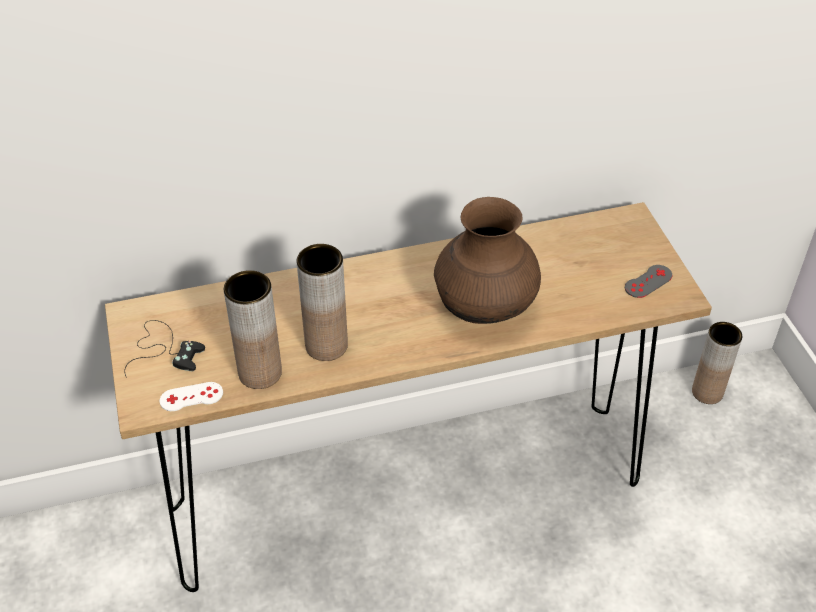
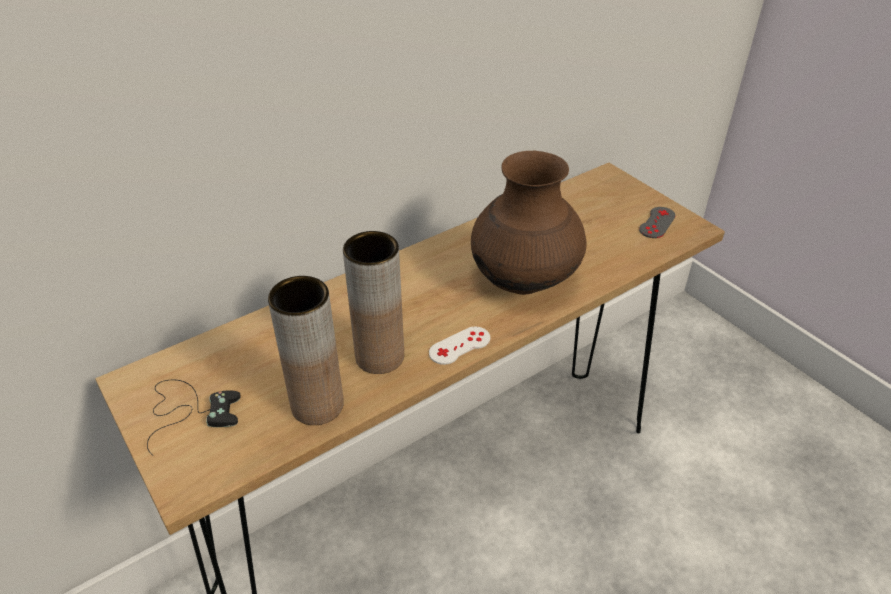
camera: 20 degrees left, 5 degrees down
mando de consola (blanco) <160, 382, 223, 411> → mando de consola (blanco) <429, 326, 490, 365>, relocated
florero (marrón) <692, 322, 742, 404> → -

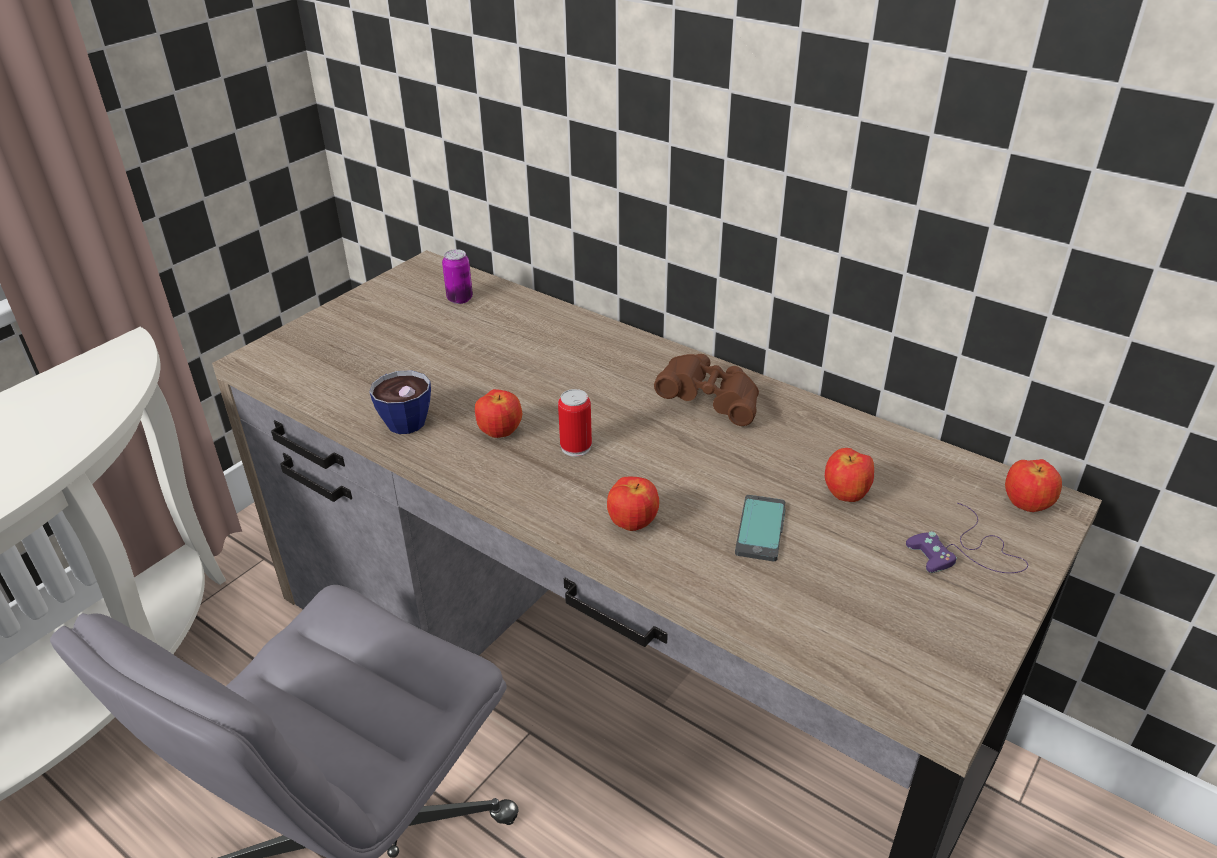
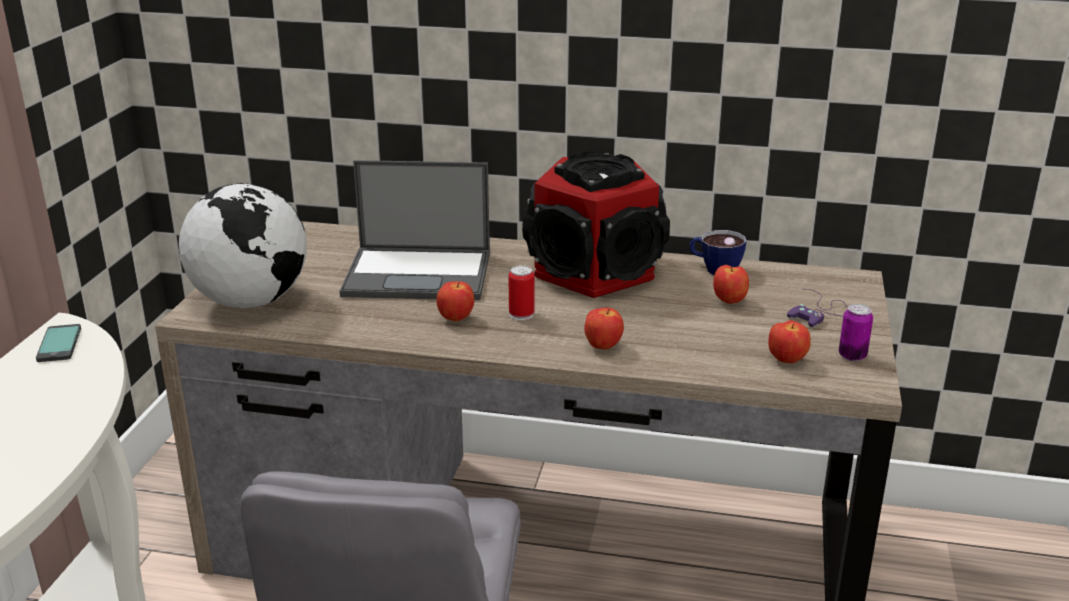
camera: 25 degrees left, 10 degrees down
móvil <735, 495, 786, 562> → móvil <36, 324, 81, 362>, relocated
- → globo terráqueo <179, 183, 307, 308>
- → portátil <340, 160, 490, 300>
prismáticos (marrón) <654, 354, 759, 426> → altavoz <522, 152, 670, 298>
taza <369, 370, 431, 434> → taza <689, 230, 747, 275>, relocated
manzana <1005, 459, 1062, 512> → manzana <768, 320, 811, 363>, relocated
lata <442, 249, 473, 304> → lata <839, 304, 873, 361>, relocated

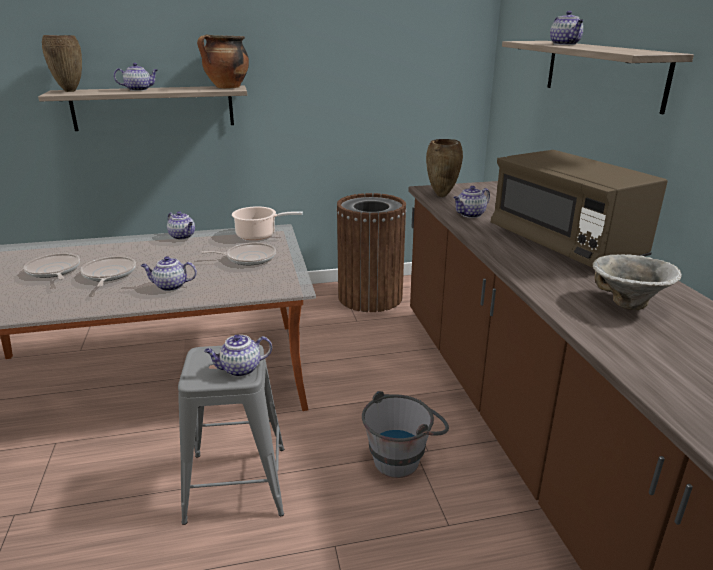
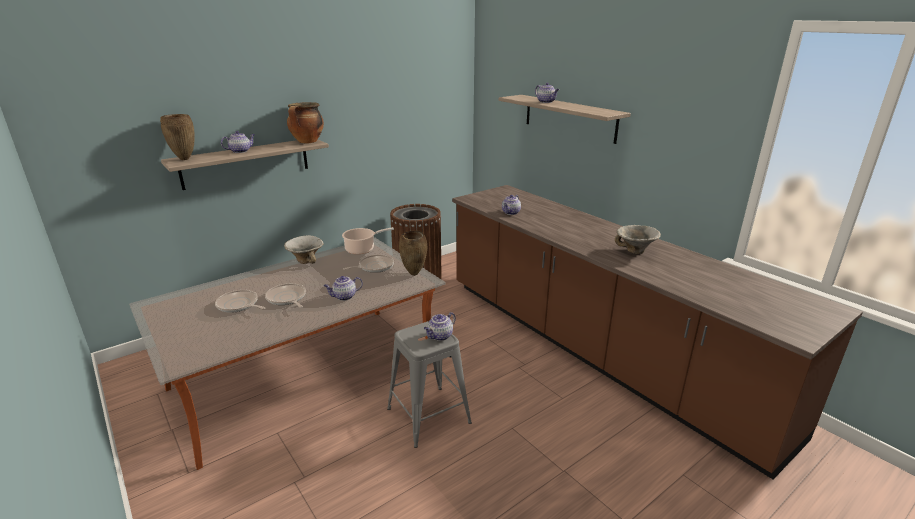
camera: 25 degrees left, 0 degrees up
tetera <167, 211, 195, 240> → cuenco <284, 235, 323, 264>
florero (marrón) <426, 139, 463, 197> → florero (marrón) <399, 231, 428, 276>, relocated
cubo (gris) <362, 391, 449, 478> → -
microondas (marrón) <491, 150, 668, 268> → -

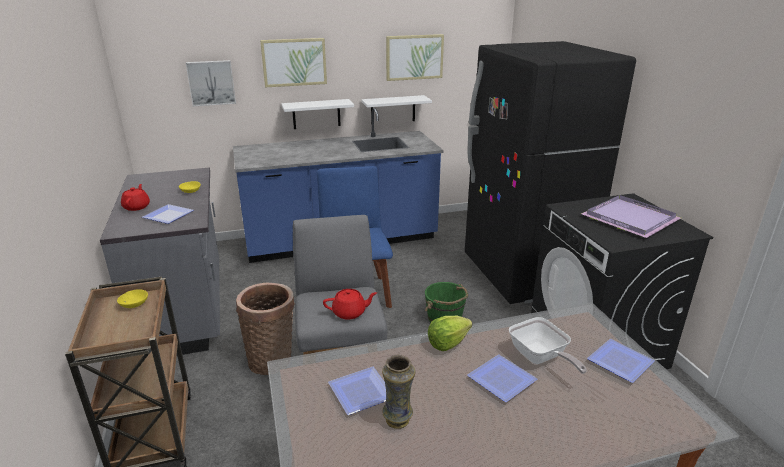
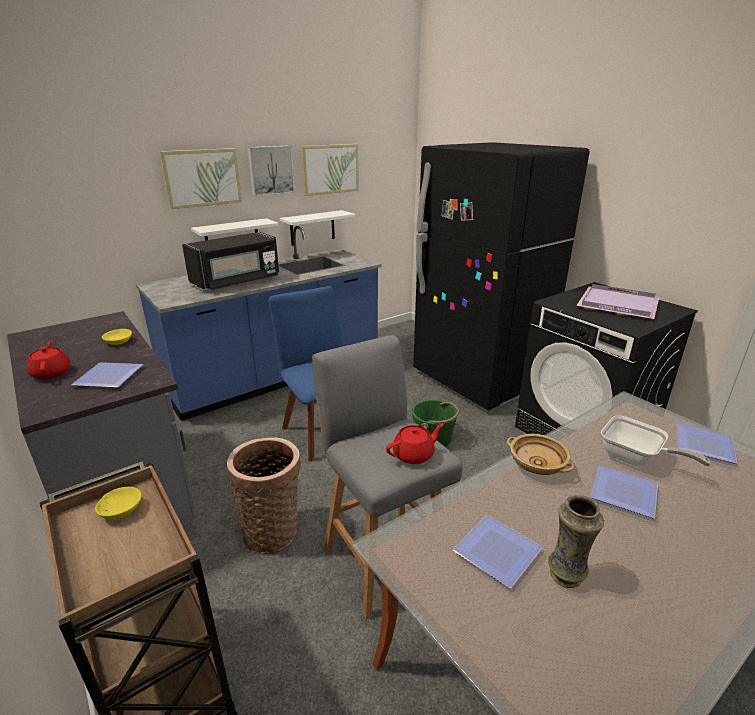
camera: 20 degrees left, 0 degrees up
- → microondas (negro) <182, 232, 279, 291>
cuadro <186, 60, 236, 106> → cuadro <247, 146, 295, 196>, relocated
lechuga <428, 316, 472, 351> → cuenco (beis) <507, 434, 574, 475>

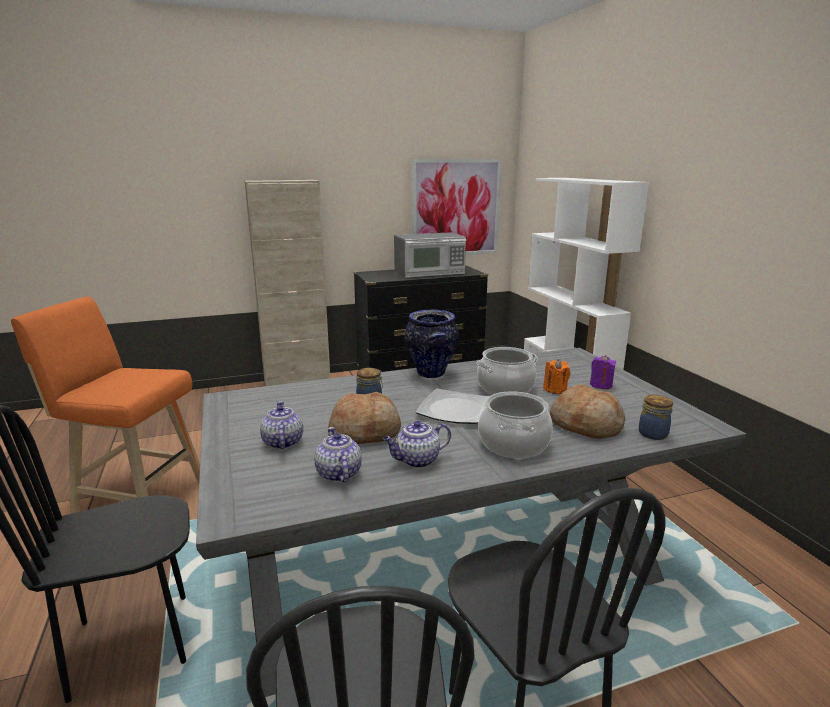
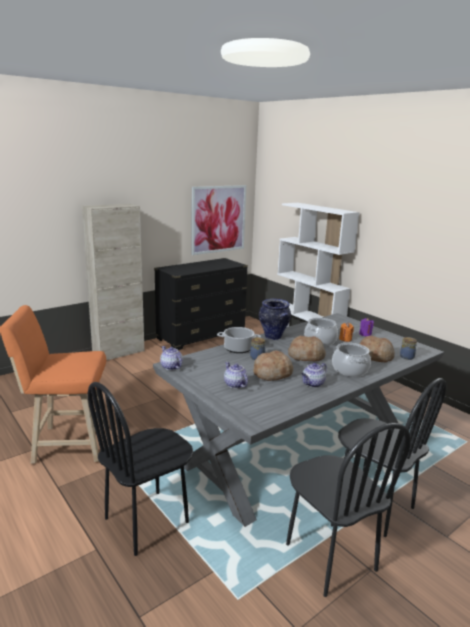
camera: 20 degrees left, 0 degrees up
tetera <315, 427, 362, 482> → tetera <160, 346, 183, 370>, relocated
- → olla <217, 327, 261, 353>
plato <416, 389, 489, 424> → pan <288, 336, 326, 361>
microondas <394, 232, 467, 278> → -

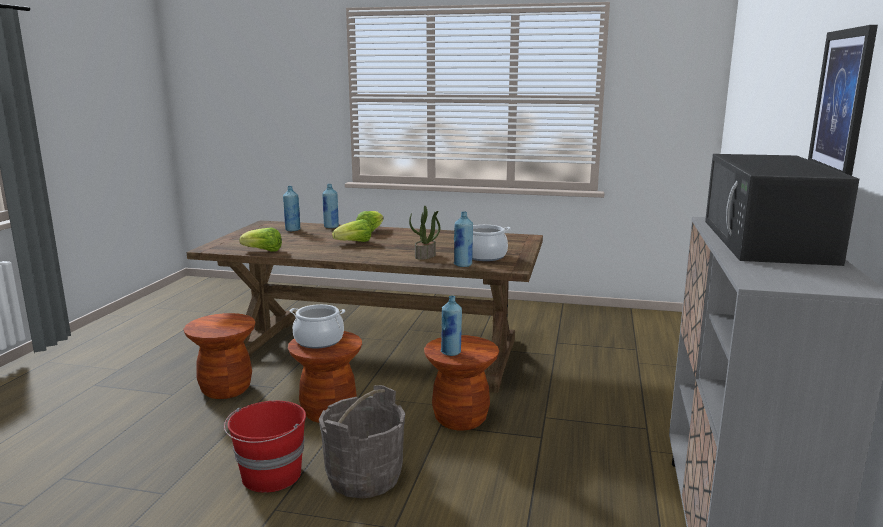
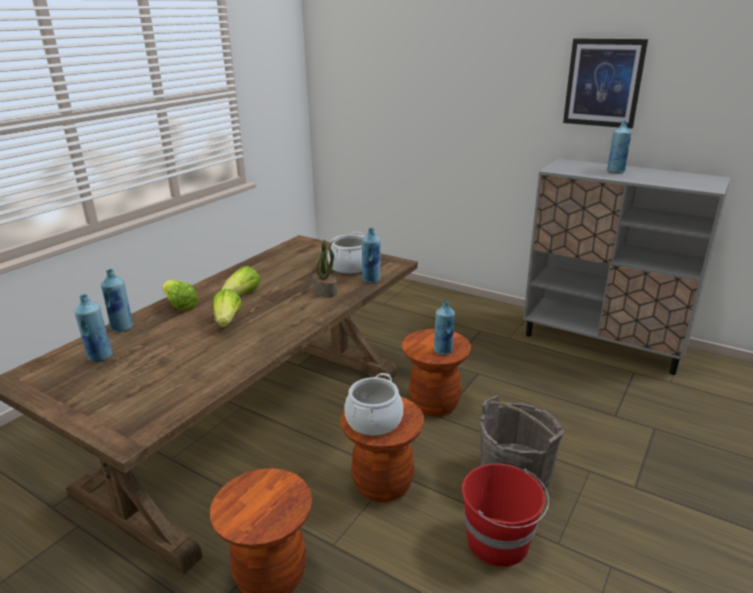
camera: 70 degrees left, 10 degrees up
lechuga <239, 228, 282, 252> → lechuga <222, 266, 260, 295>, relocated
microondas (negro) <705, 154, 859, 266> → botella (azul) <607, 121, 631, 173>

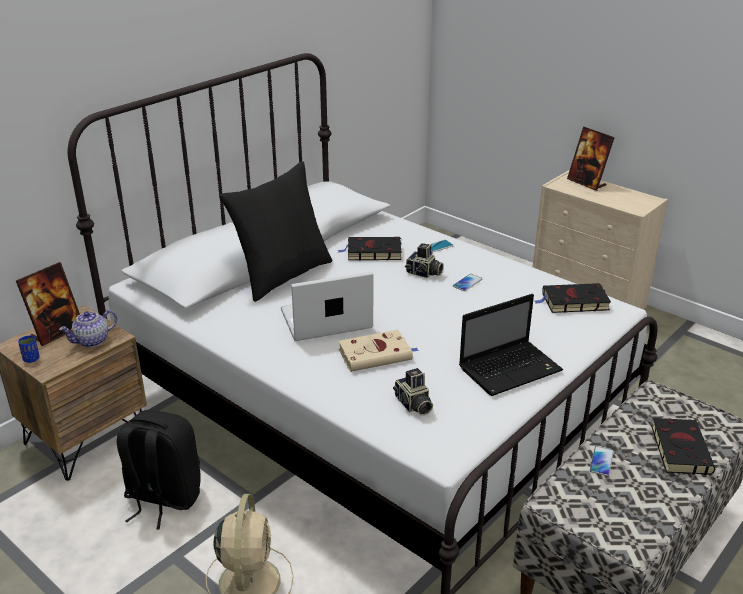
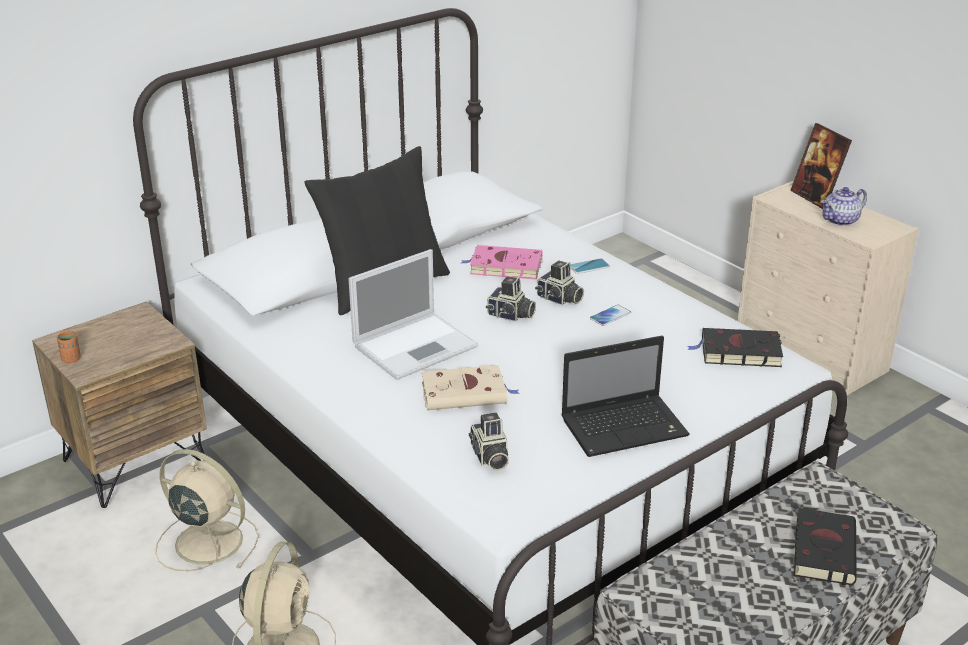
camera: 10 degrees right, 0 degrees up
taza (azul) <18, 335, 40, 363> → taza (naranja) <57, 331, 81, 363>
mochila (negro) <117, 410, 201, 529> → ventilador (beis) <155, 449, 259, 571>
portátil <281, 272, 373, 341> → portátil <348, 249, 478, 380>, 150 degrees clockwise
libro (negro) <338, 237, 402, 260> → libro (rosa) <461, 245, 543, 279>
- → cámara <486, 277, 536, 322>
tetera <59, 310, 117, 348> → tetera <821, 187, 867, 226>, relocated
portarretratos <16, 262, 80, 346> → -
móvil <590, 446, 614, 476> → -

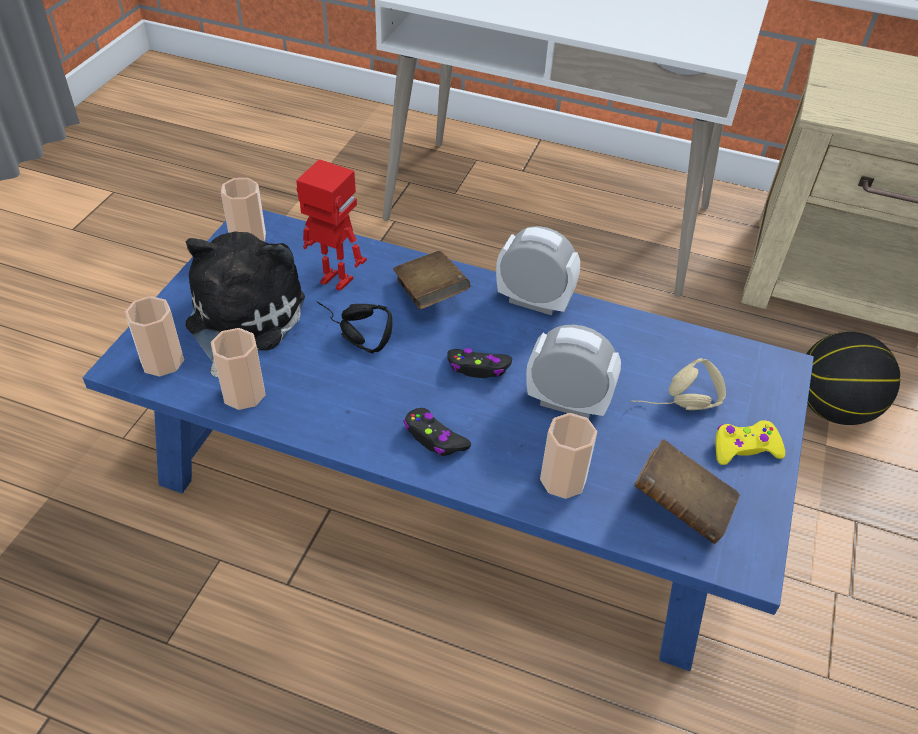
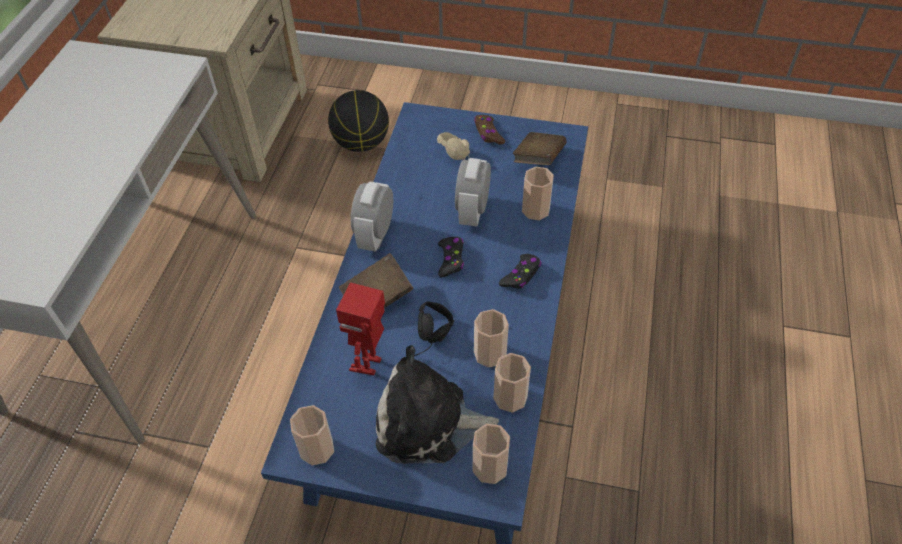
camera: 95 degrees left, 5 degrees up
mando de consola (amarillo) <715, 420, 785, 465> → mando de consola (marrón) <474, 115, 505, 145>
- → taza <474, 309, 509, 368>

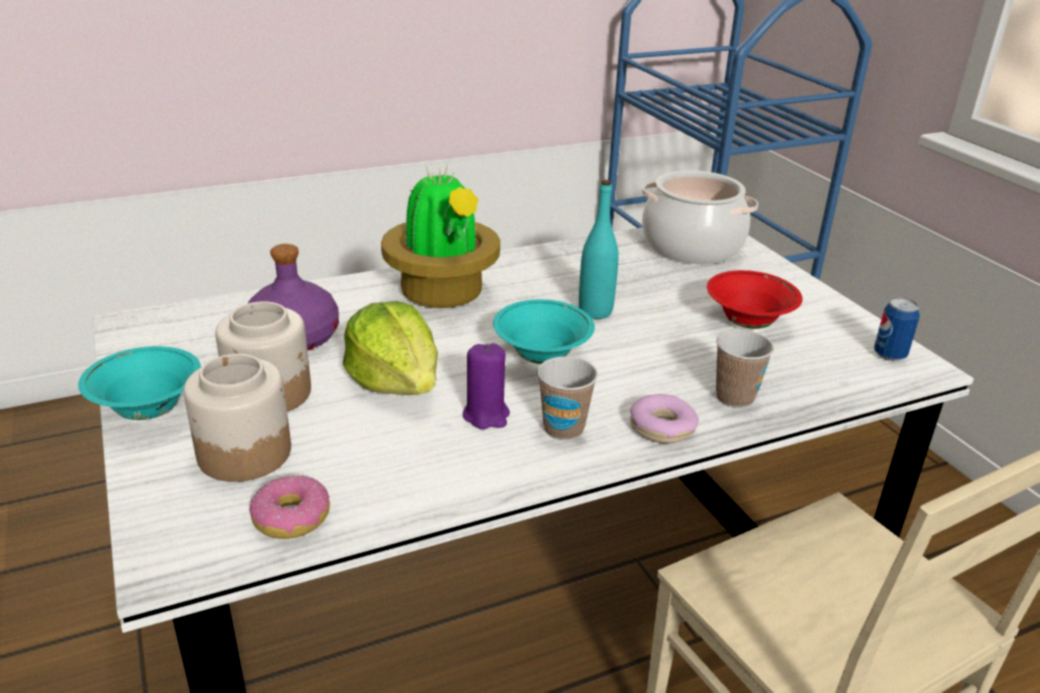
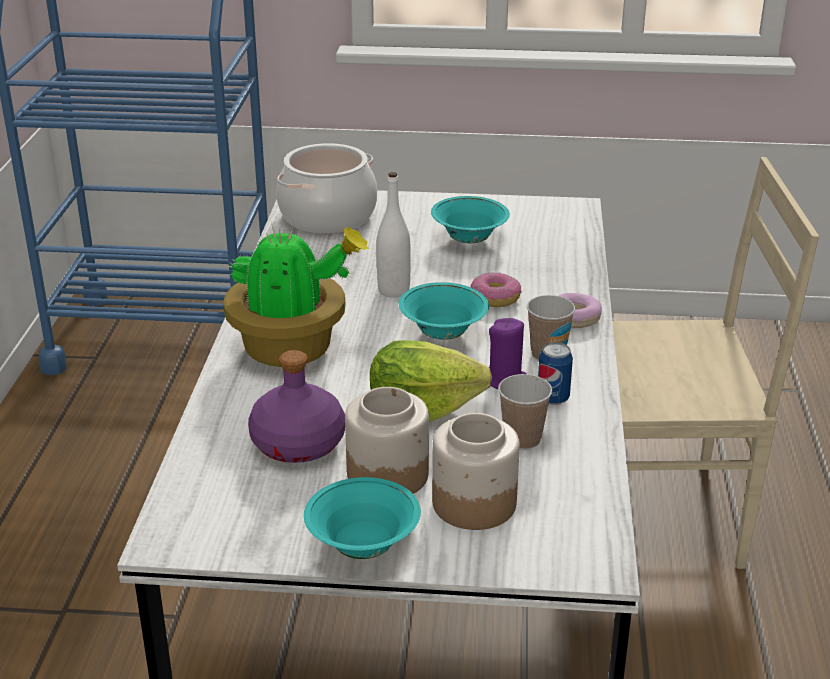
camera: 60 degrees left, 0 degrees up
botella (turquesa) <579, 180, 619, 319> → botella (blanco) <376, 172, 411, 298>
cuenco (rojo) <707, 270, 803, 329> → cuenco (turquesa) <431, 196, 510, 243>
rosquilla <250, 475, 330, 539> → rosquilla <471, 272, 521, 307>, relocated
taza <716, 329, 774, 408> → taza <498, 374, 552, 450>, relocated
lata <874, 298, 920, 361> → lata <538, 342, 573, 405>, relocated

